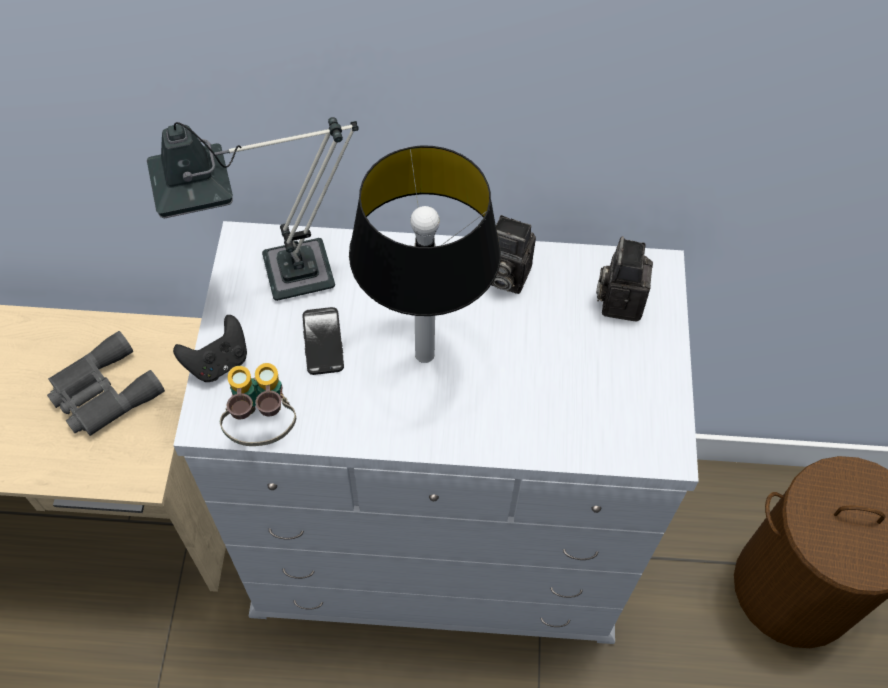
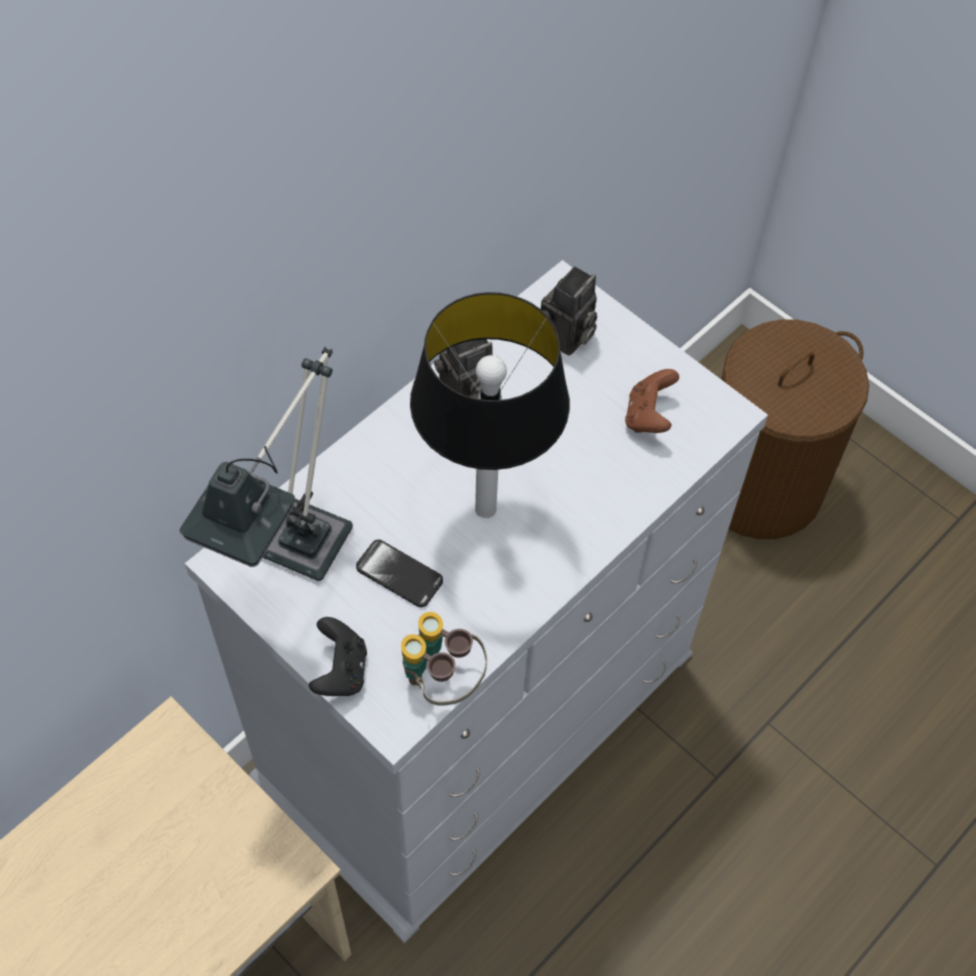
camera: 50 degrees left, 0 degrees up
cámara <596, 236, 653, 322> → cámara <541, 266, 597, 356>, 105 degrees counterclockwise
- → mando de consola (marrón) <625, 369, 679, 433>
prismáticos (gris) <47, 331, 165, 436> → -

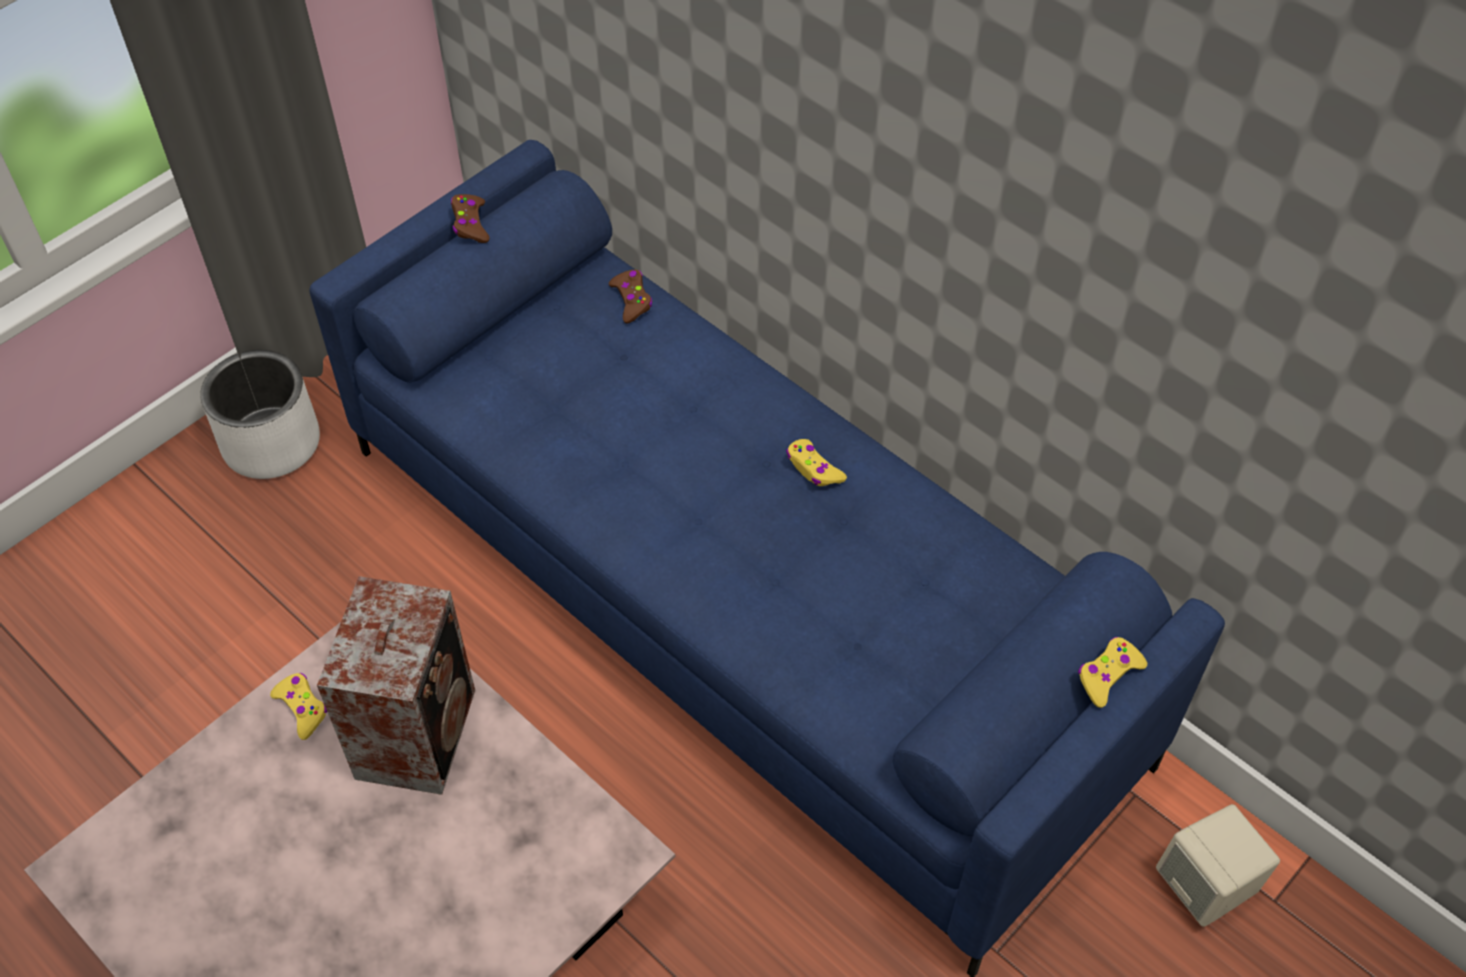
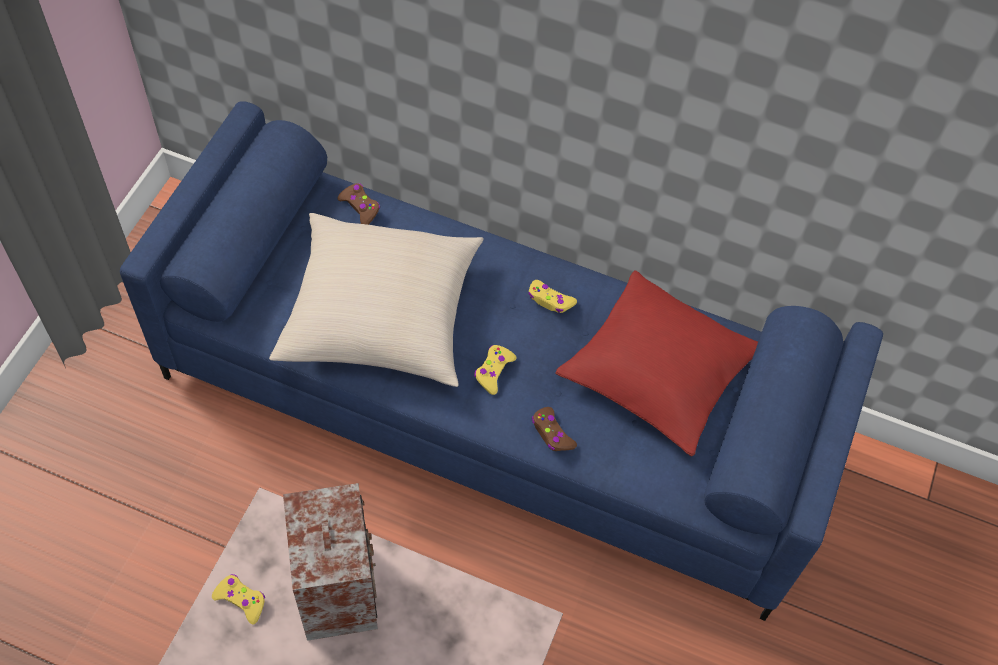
camera: 25 degrees left, 5 degrees up
- → cojín (beis) <269, 213, 483, 387>
mando de consola (amarillo) <1078, 637, 1147, 708> → mando de consola (amarillo) <474, 345, 516, 395>, relocated
mando de consola (marrón) <451, 194, 489, 243> → mando de consola (marrón) <532, 407, 577, 451>, relocated
- → cojín (rojo) <555, 270, 758, 457>
maceta (blanco) <200, 350, 320, 479> → -
altavoz (beis) <1156, 804, 1280, 927> → -

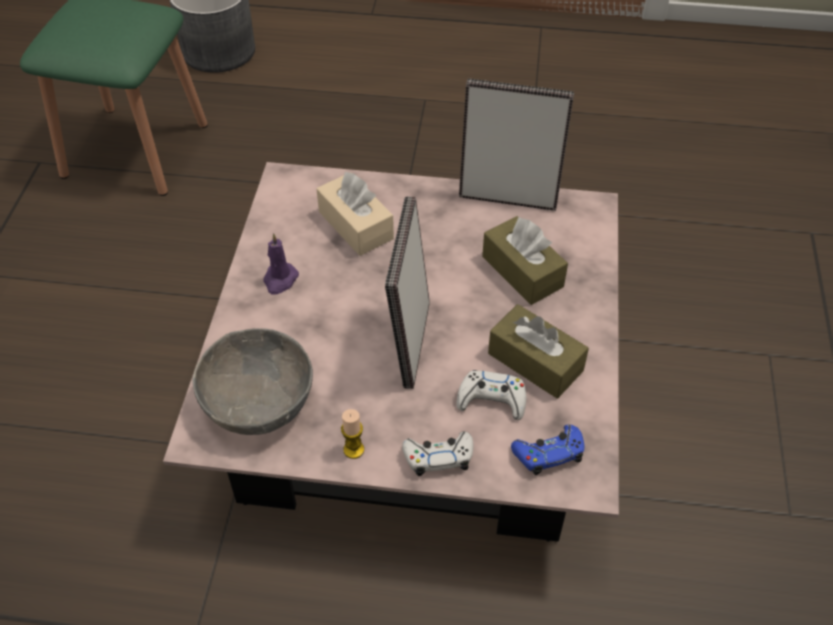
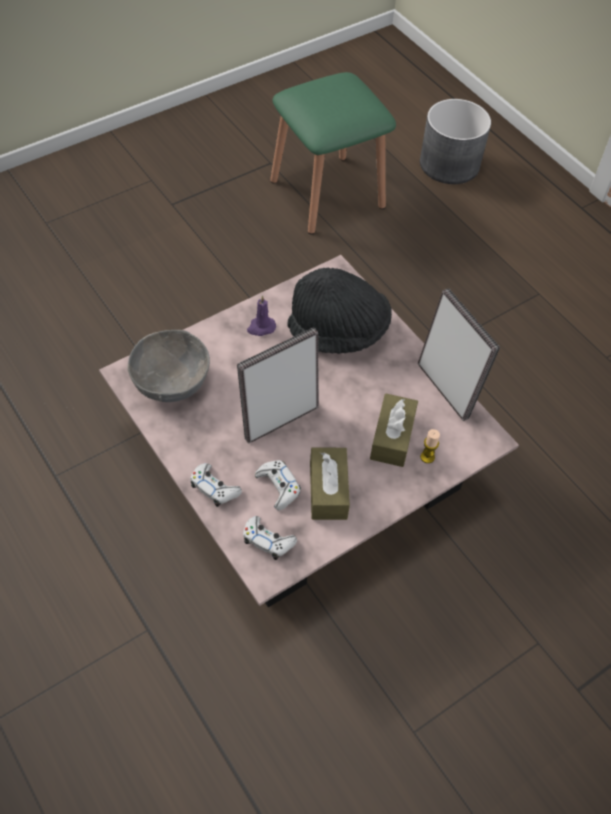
camera: 45 degrees right, 5 degrees up
mando de consola (azul) <511, 425, 584, 475> → mando de consola (blanco) <243, 516, 297, 560>
caja de pañuelos (beis) <317, 172, 394, 256> → sombrero (negro) <287, 267, 392, 354>
vela <341, 409, 364, 459> → vela <420, 429, 440, 463>, relocated

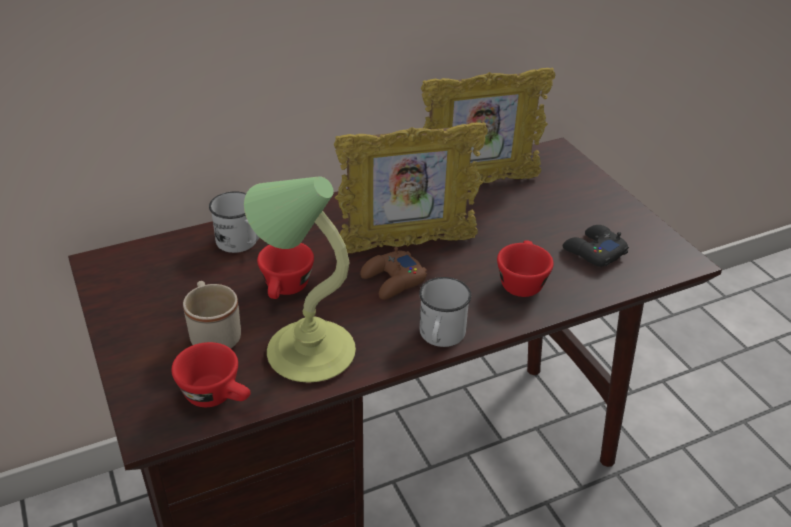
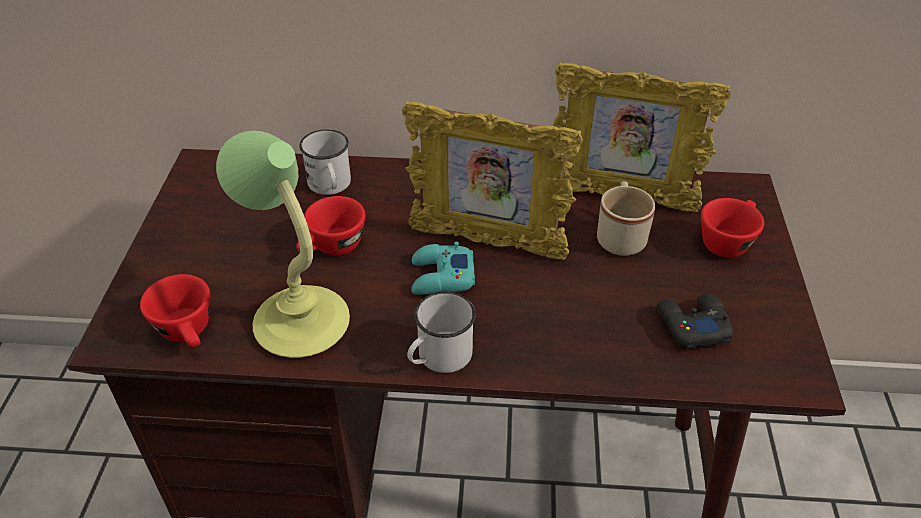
camera: 30 degrees right, 5 degrees up
mando de consola (marrón) <360, 247, 427, 300> → mando de consola (turquesa) <411, 242, 475, 295>
taza grande (beis) <183, 281, 241, 349> → taza grande (beis) <597, 181, 655, 256>, relocated
taza (rojo) <497, 240, 554, 297> → taza (rojo) <701, 198, 764, 258>, relocated

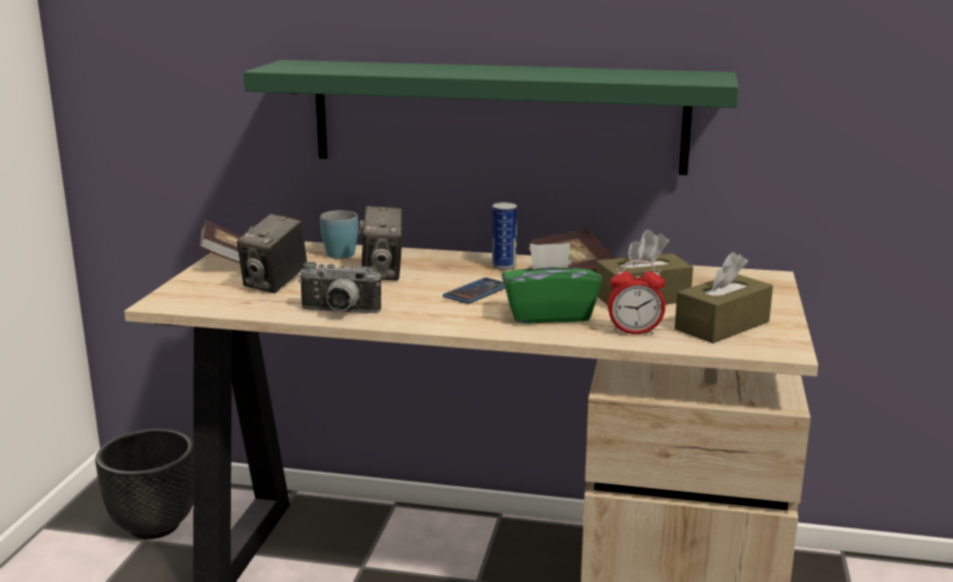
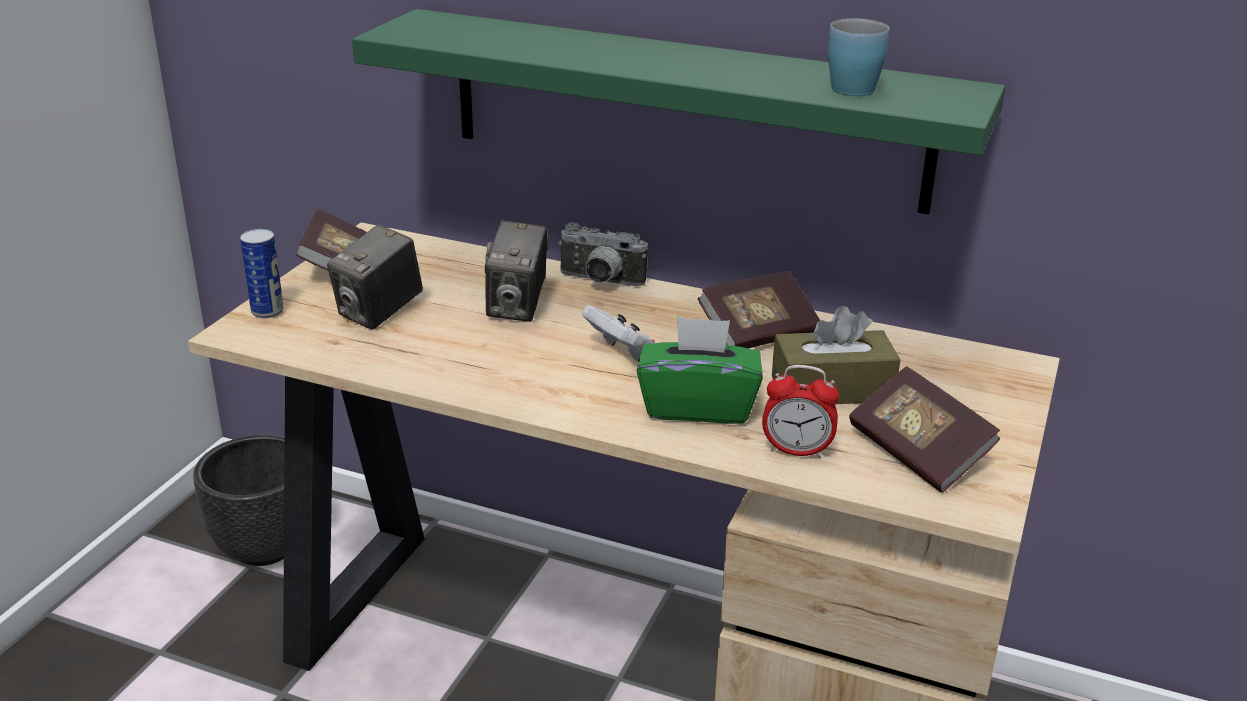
camera: 10 degrees right, 10 degrees up
lata <492, 202, 517, 270> → lata <240, 229, 284, 318>, relocated
cámara <298, 262, 381, 313> → cámara <558, 223, 648, 286>, relocated
móvil <443, 277, 505, 304> → mando de consola (blanco) <582, 305, 655, 361>
taza grande (azul) <320, 210, 358, 259> → taza grande (azul) <828, 19, 890, 96>, relocated
caja de pañuelos (marrón) <675, 252, 773, 343> → libro <849, 366, 1001, 493>

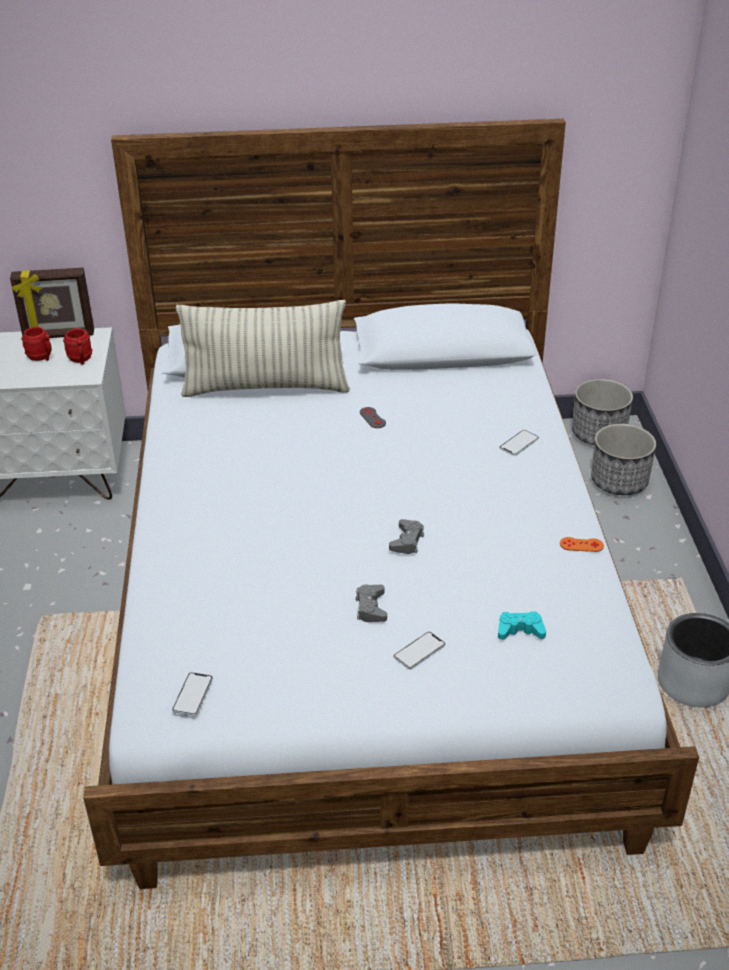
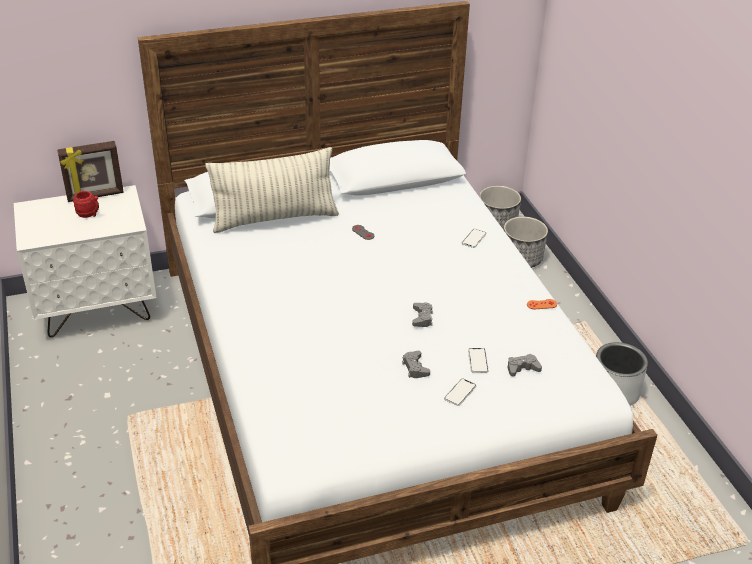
camera: 15 degrees left, 0 degrees up
móvil <172, 672, 213, 716> → móvil <468, 348, 489, 373>, relocated
mando de consola (turquesa) <498, 611, 546, 640> → mando de consola (gris) <507, 354, 542, 376>
taza grande (rojo) <63, 329, 93, 365> → -

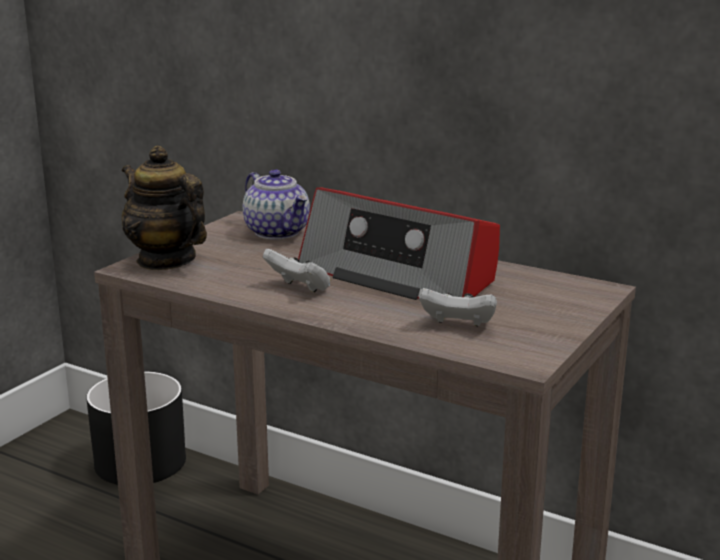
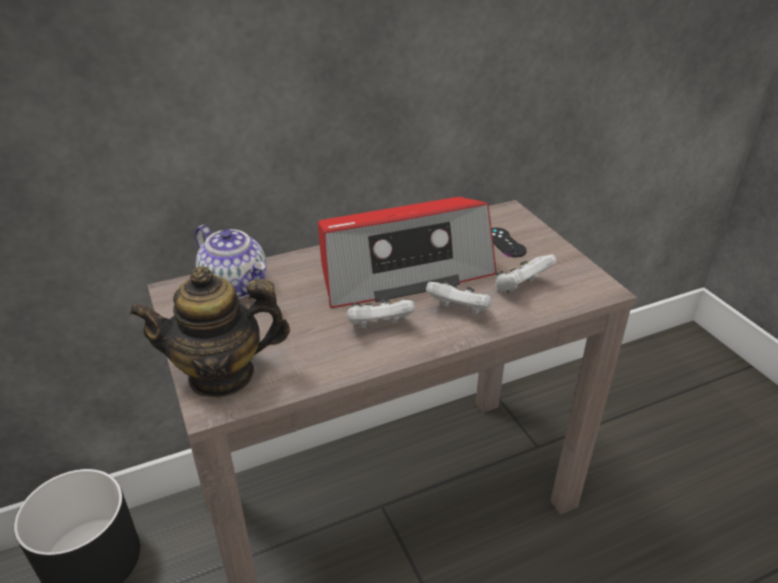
camera: 55 degrees left, 15 degrees up
tetera <243, 169, 310, 240> → tetera <195, 225, 267, 299>, 45 degrees clockwise
- → mando de consola (blanco) <426, 281, 492, 315>
- → mando de consola (negro) <492, 228, 527, 257>

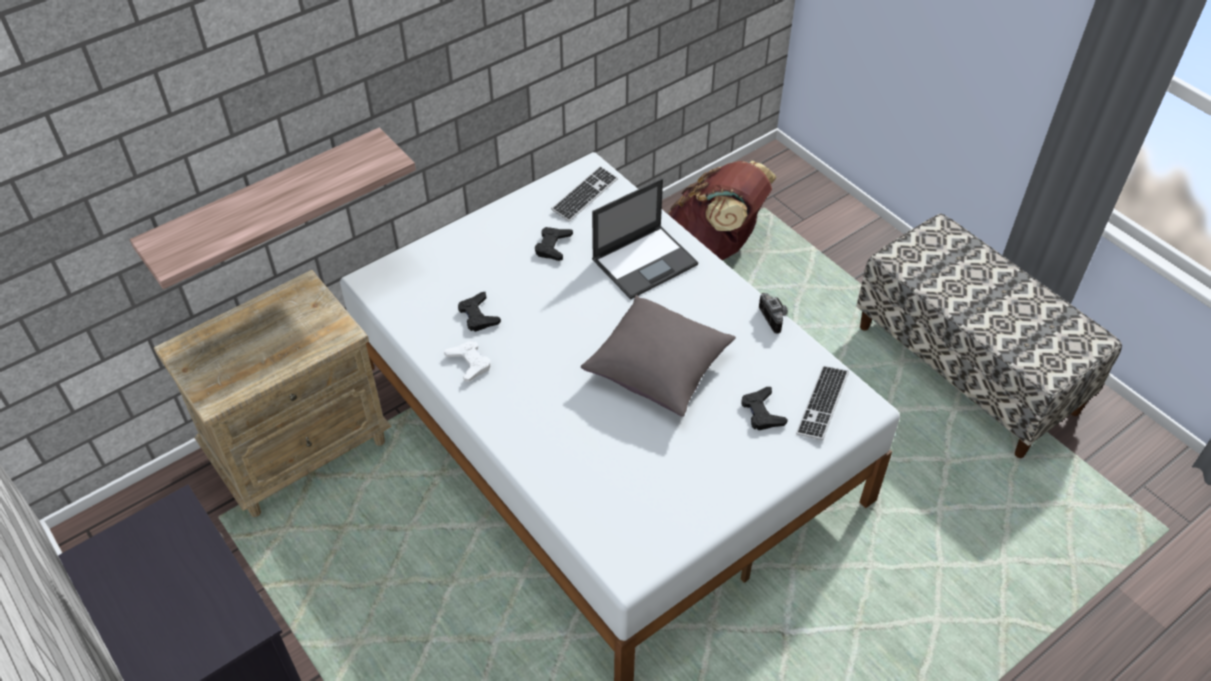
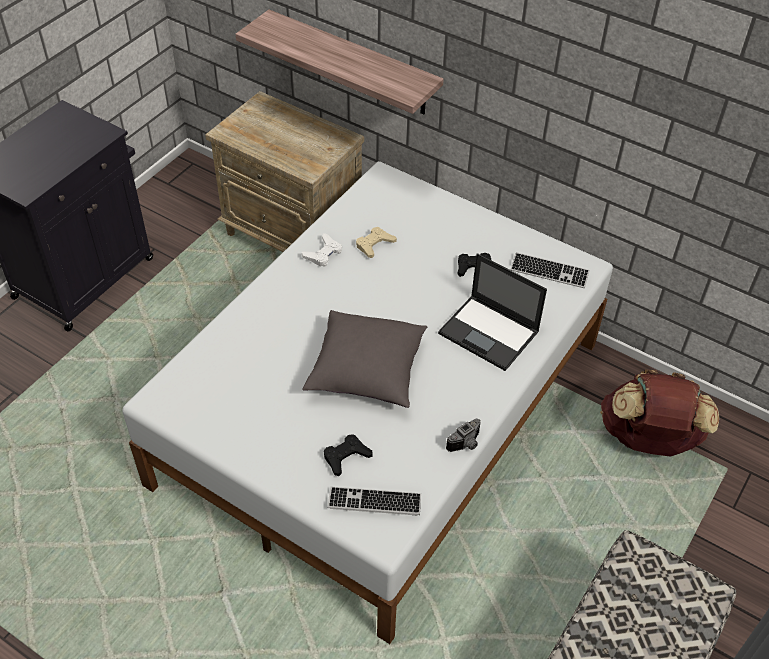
camera: 70 degrees right, 0 degrees up
mando de consola (negro) <458, 292, 501, 332> → mando de consola (beis) <356, 227, 397, 258>

